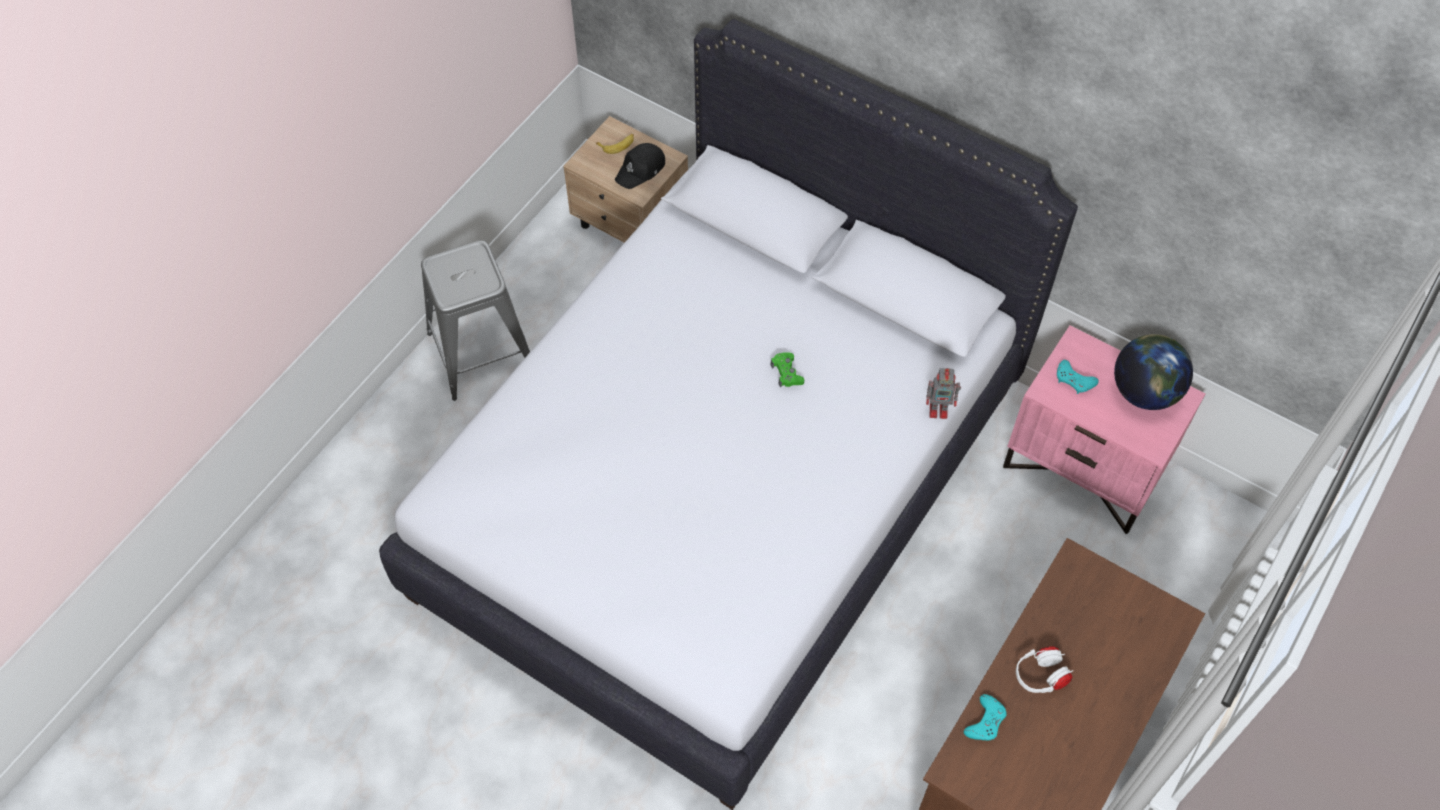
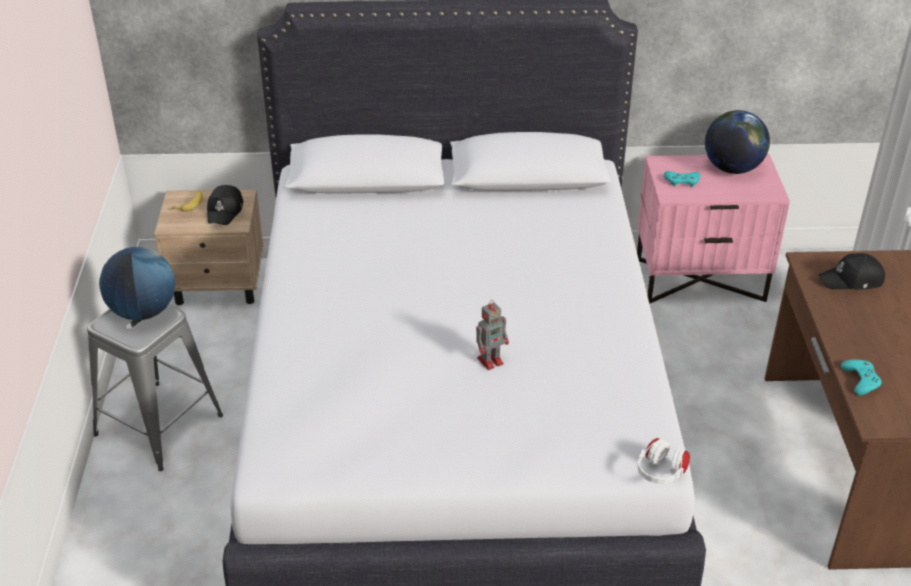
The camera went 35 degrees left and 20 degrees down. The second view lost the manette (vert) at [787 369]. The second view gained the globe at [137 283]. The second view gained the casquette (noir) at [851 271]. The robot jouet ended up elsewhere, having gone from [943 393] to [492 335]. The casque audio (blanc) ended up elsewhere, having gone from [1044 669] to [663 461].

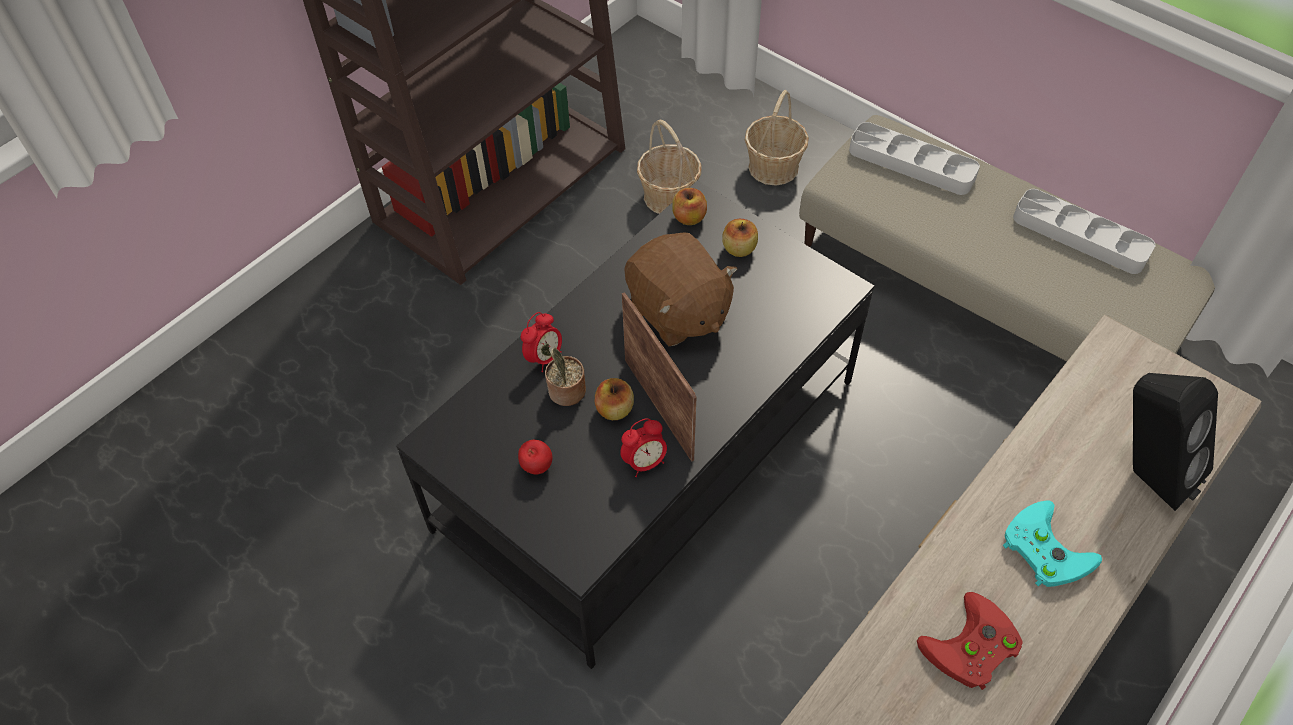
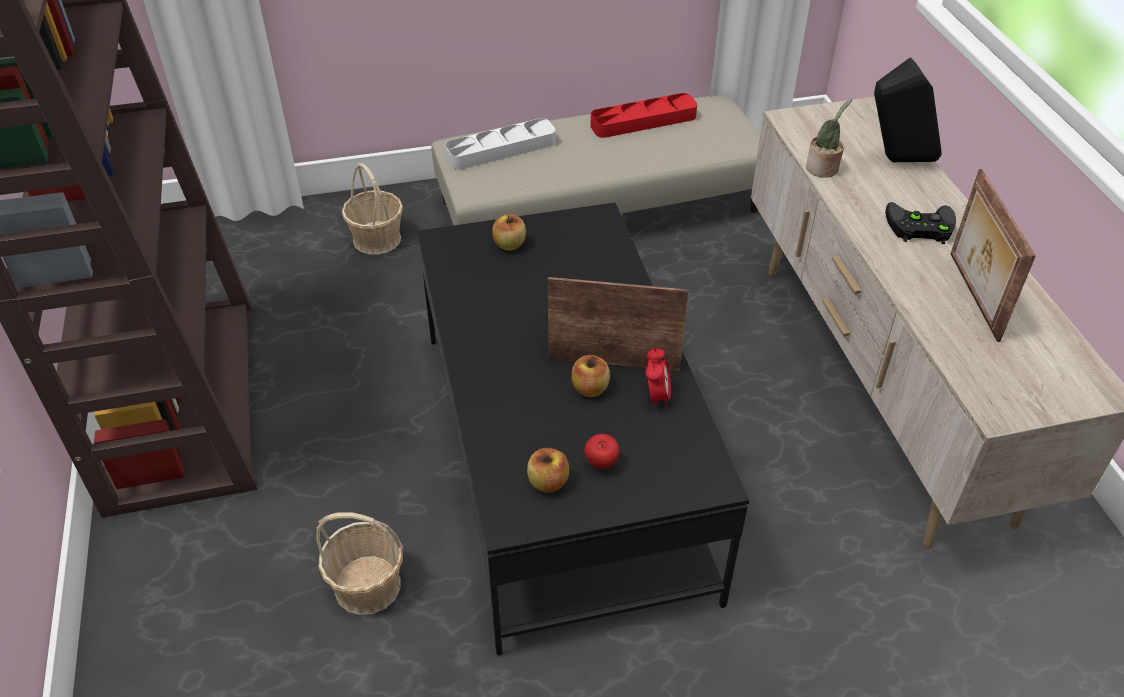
The camera went 55 degrees left and 10 degrees down. The second view lost the réveil at [541 342]. The second view lost the peluche (marron) at [681 289]. The plante en pot ended up elsewhere, having gone from [563 374] to [829 138]. The panier ended up elsewhere, having gone from [669 167] to [359 564]. The pomme ended up elsewhere, having gone from [689 206] to [548 470]. Where the manette (rouge) stood at [970 641], the cadre photo came to stand at [993 255]. What was the manette (turquoise) at [1052 543] turned into the manette (noir) at [920 223]. What was the plateau (gris) at [1084 231] turned into the plateau (rouge) at [644 115].

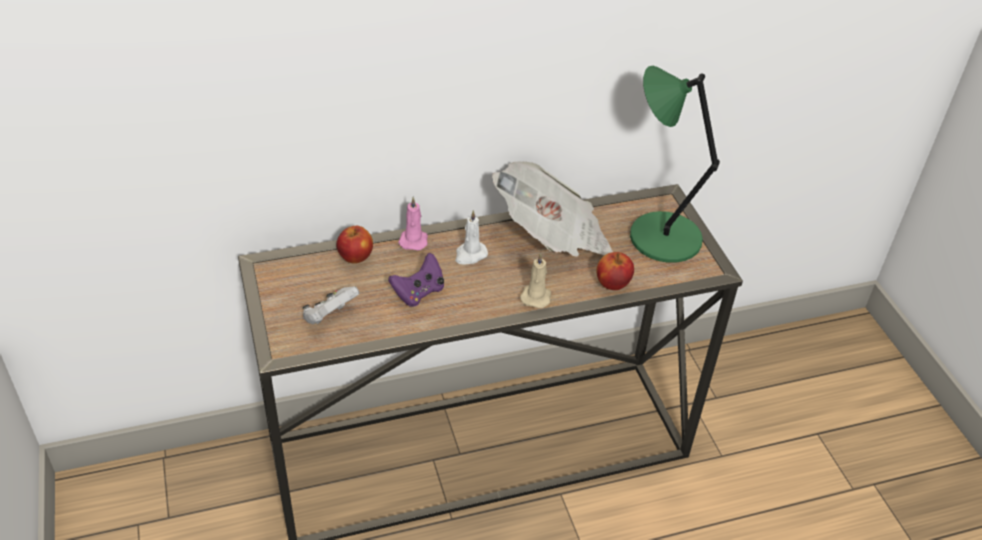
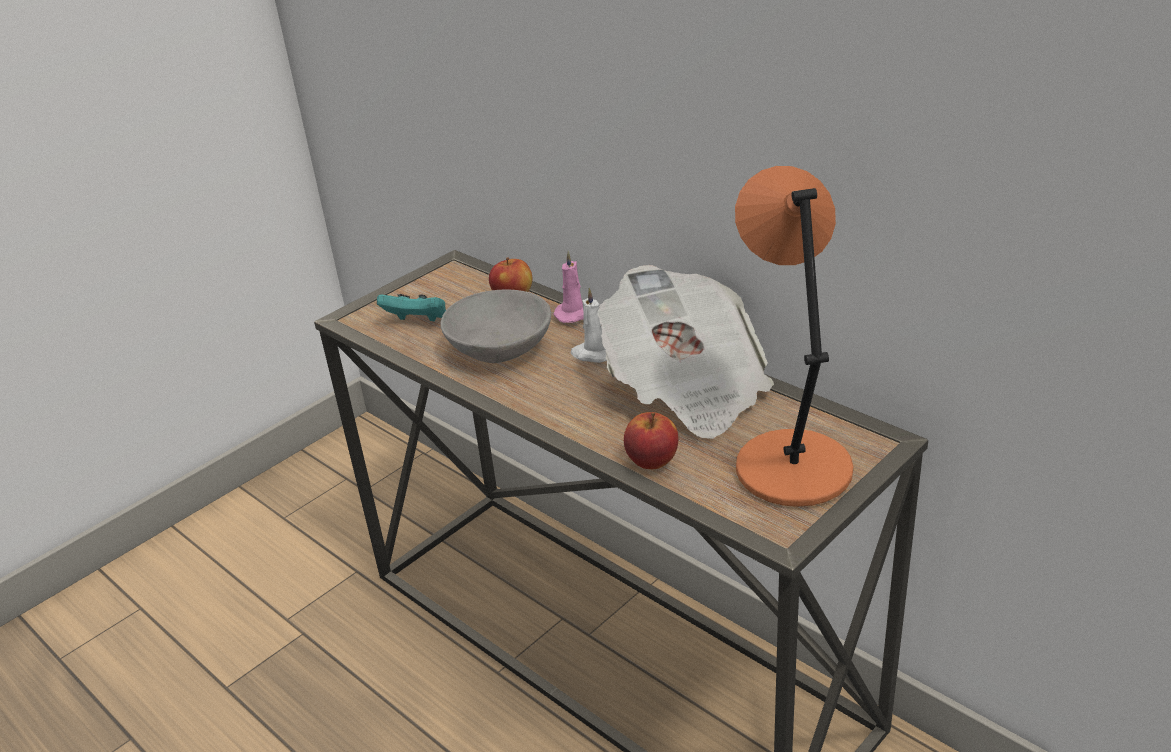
The camera went 65 degrees right and 10 degrees down. The second view lost the bougie (beige) at [535 280]. Where the manette (violet) stood at [416 280], the bol (gris) came to stand at [495 326]. What was the manette (blanc) at [331 305] turned into the manette (turquoise) at [411 307]. What was the lampe de table (vert) at [675 164] turned into the lampe de table (orange) at [794 336].

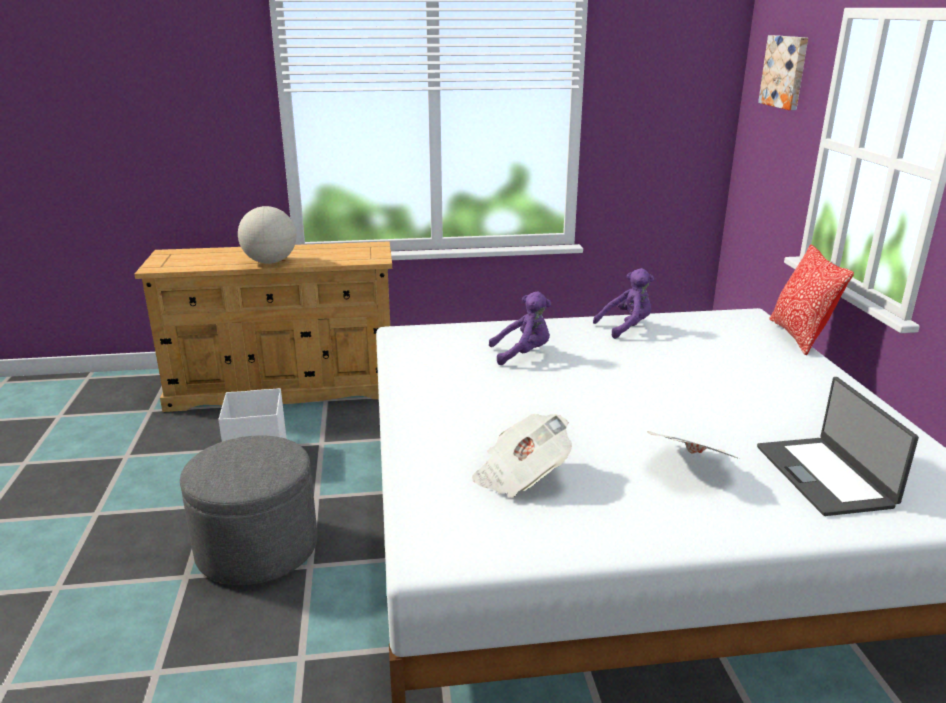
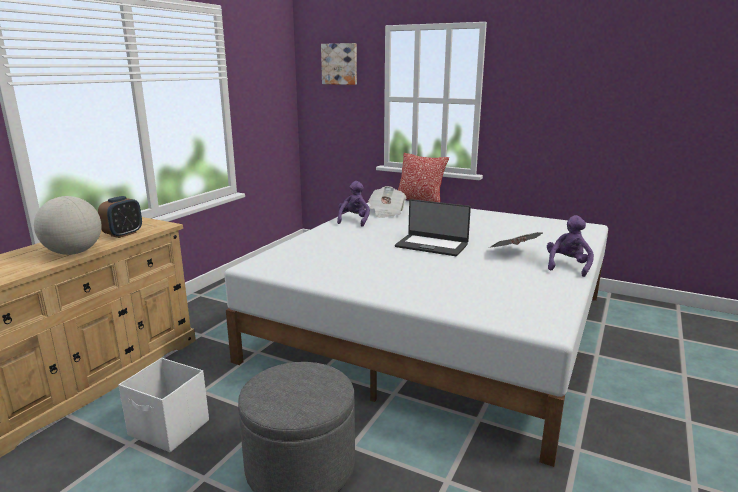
The camera went 55 degrees left and 5 degrees down. The second view gained the réveil at [120 217]. The journal ended up elsewhere, having gone from [522 456] to [387 202]. The peluche (violet) ended up elsewhere, having gone from [520 328] to [570 246]. The ordinateur portable ended up elsewhere, having gone from [838 446] to [433 227].

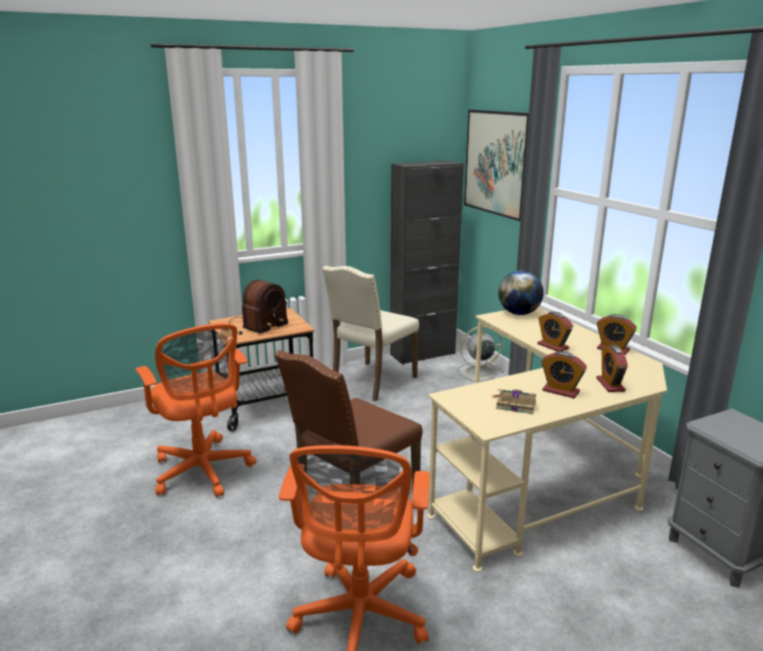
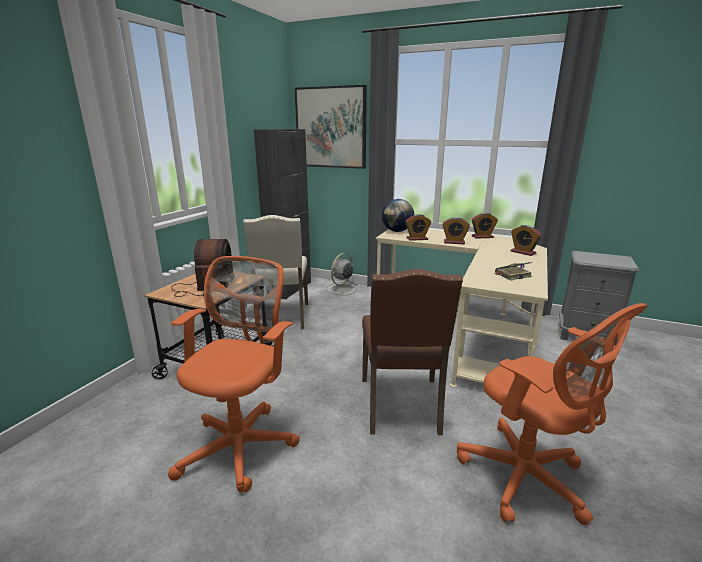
The camera went 40 degrees left and 0 degrees up. The réveil ended up elsewhere, having gone from [564 374] to [418 227]. The chaise de bureau (orange) at [196 410] ended up facing another way, 90 degrees counterclockwise from before.

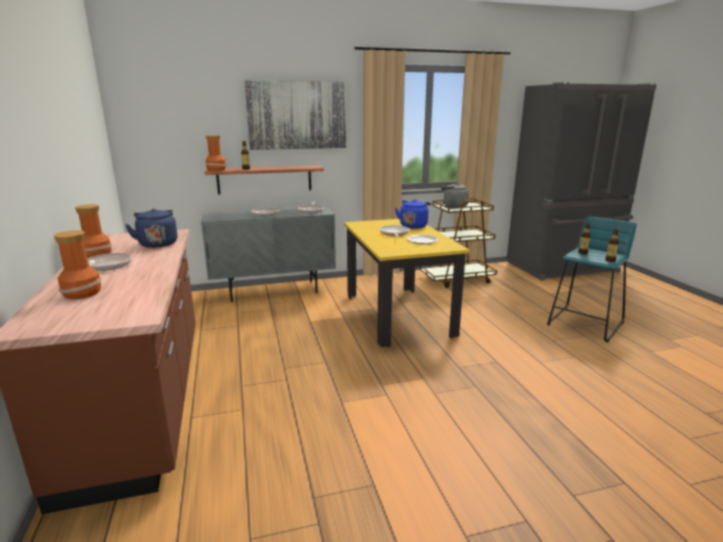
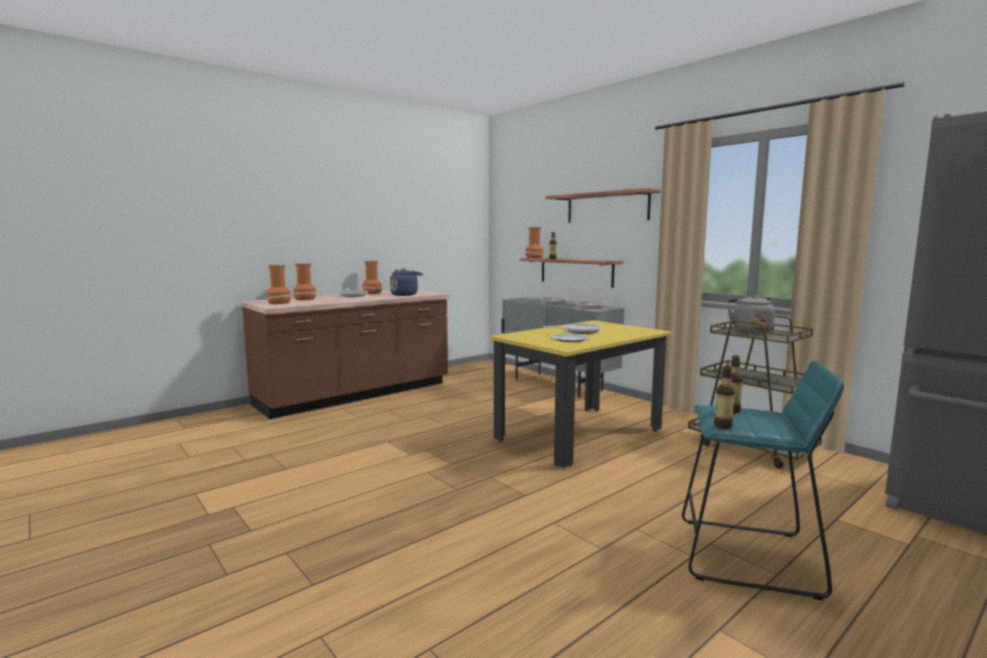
The camera went 65 degrees right and 10 degrees down. The second view lost the bouilloire (bleu) at [413 214]. The second view gained the vase at [278 284]. Where the tableau hung at [295 115], the étagère came to hang at [603 205].

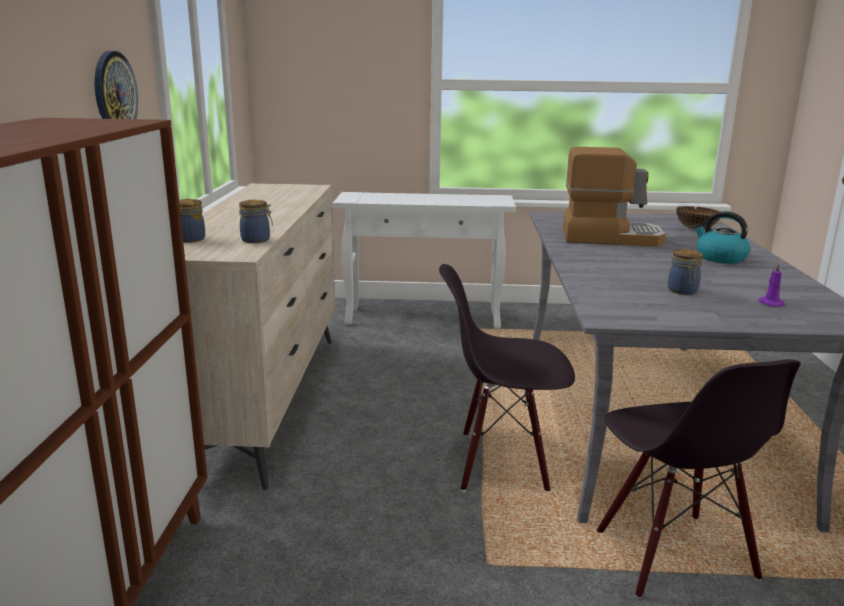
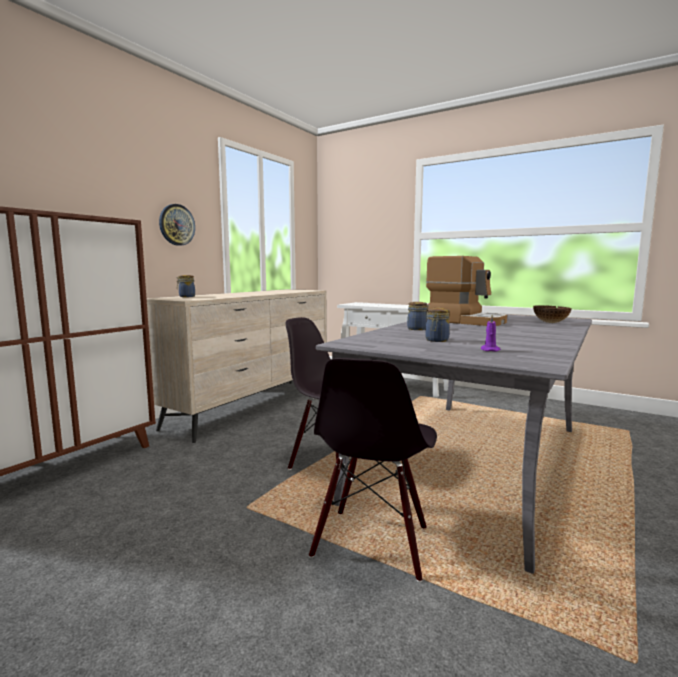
The camera went 30 degrees right and 10 degrees down. The second view lost the bouilloire at [721 237]. The bocal ended up elsewhere, having gone from [256 221] to [418 316].

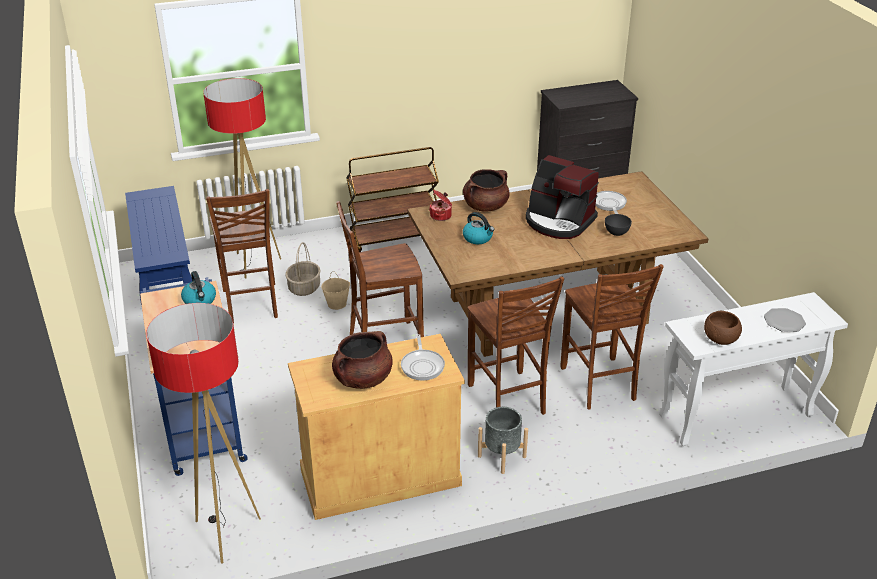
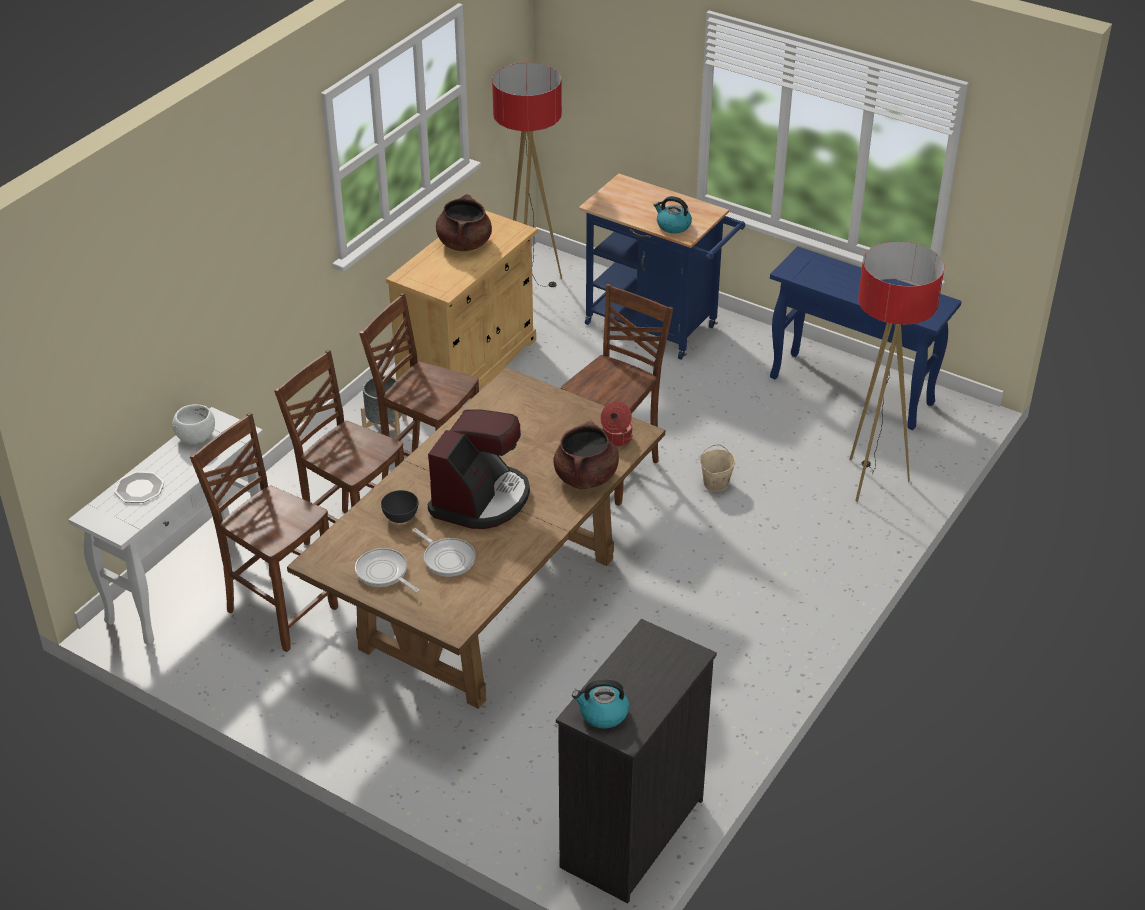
The camera went 140 degrees right and 5 degrees up. The second view lost the panier at [303 269]. The second view lost the chariot (marron) at [392 199]. The chaise (marron) ended up elsewhere, having gone from [242 256] to [264 532]. The poêle ended up elsewhere, having gone from [423 357] to [387 570]. The bouilloire ended up elsewhere, having gone from [478 228] to [600 704]. What was the bol (marron) at [723 328] turned into the bol (blanc) at [193 423]. The machine à café at [562 197] ended up facing another way, 120 degrees clockwise from before.

